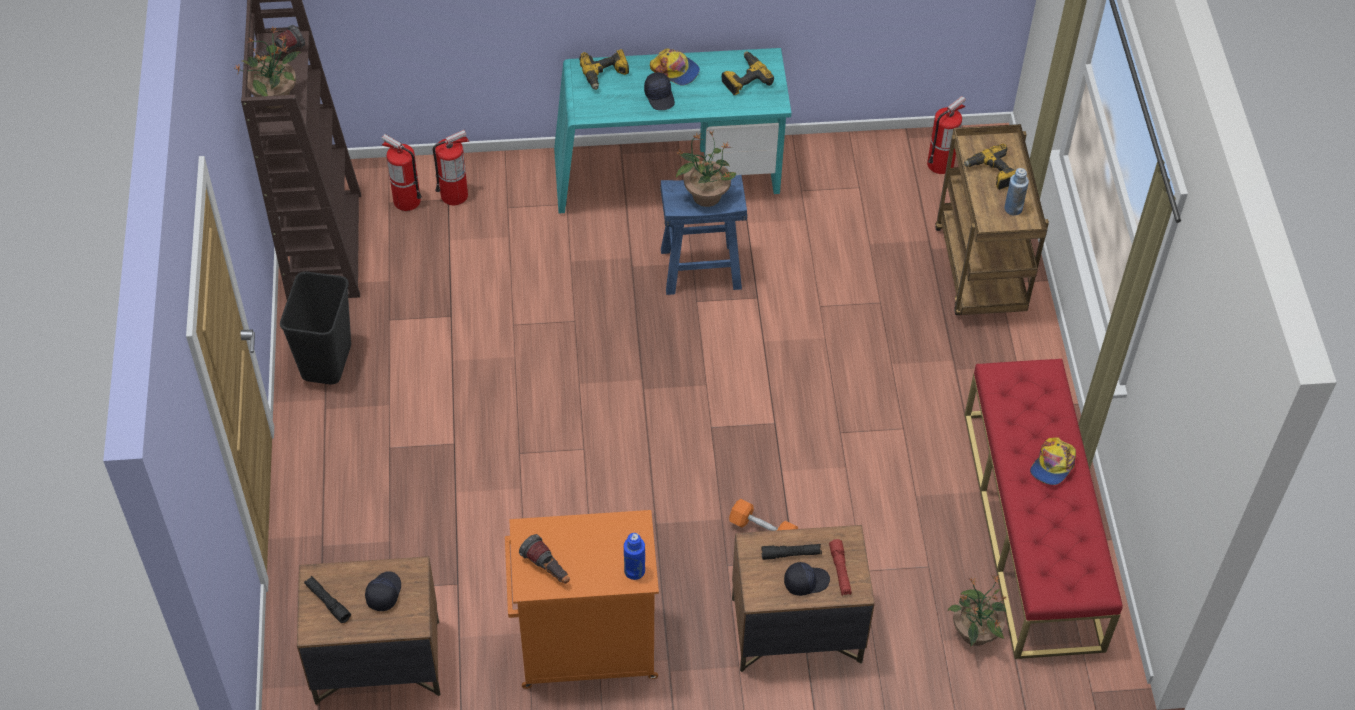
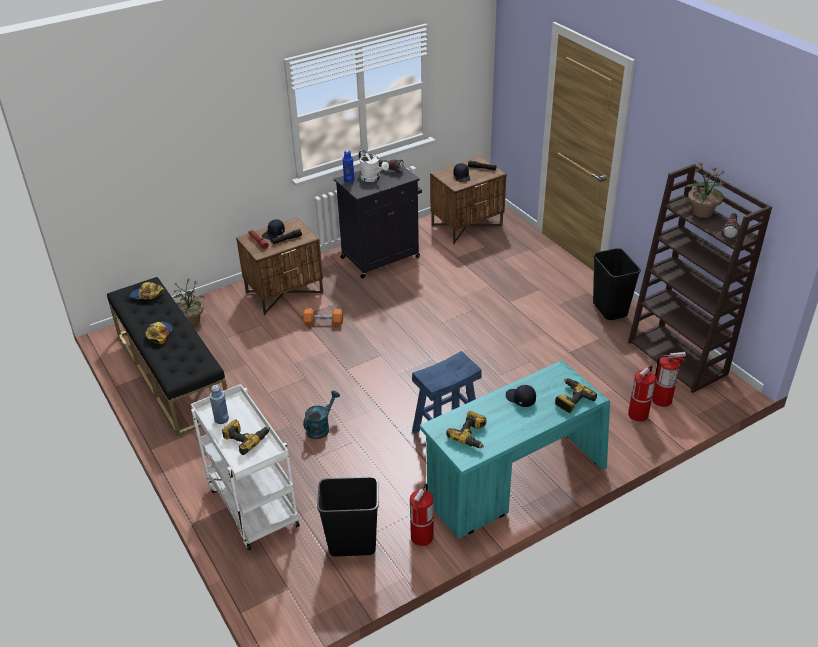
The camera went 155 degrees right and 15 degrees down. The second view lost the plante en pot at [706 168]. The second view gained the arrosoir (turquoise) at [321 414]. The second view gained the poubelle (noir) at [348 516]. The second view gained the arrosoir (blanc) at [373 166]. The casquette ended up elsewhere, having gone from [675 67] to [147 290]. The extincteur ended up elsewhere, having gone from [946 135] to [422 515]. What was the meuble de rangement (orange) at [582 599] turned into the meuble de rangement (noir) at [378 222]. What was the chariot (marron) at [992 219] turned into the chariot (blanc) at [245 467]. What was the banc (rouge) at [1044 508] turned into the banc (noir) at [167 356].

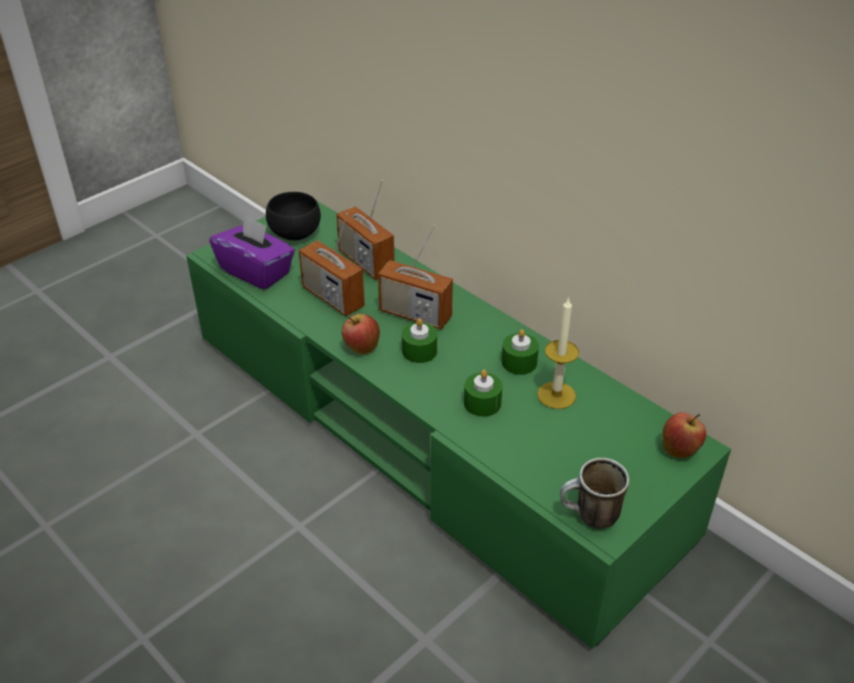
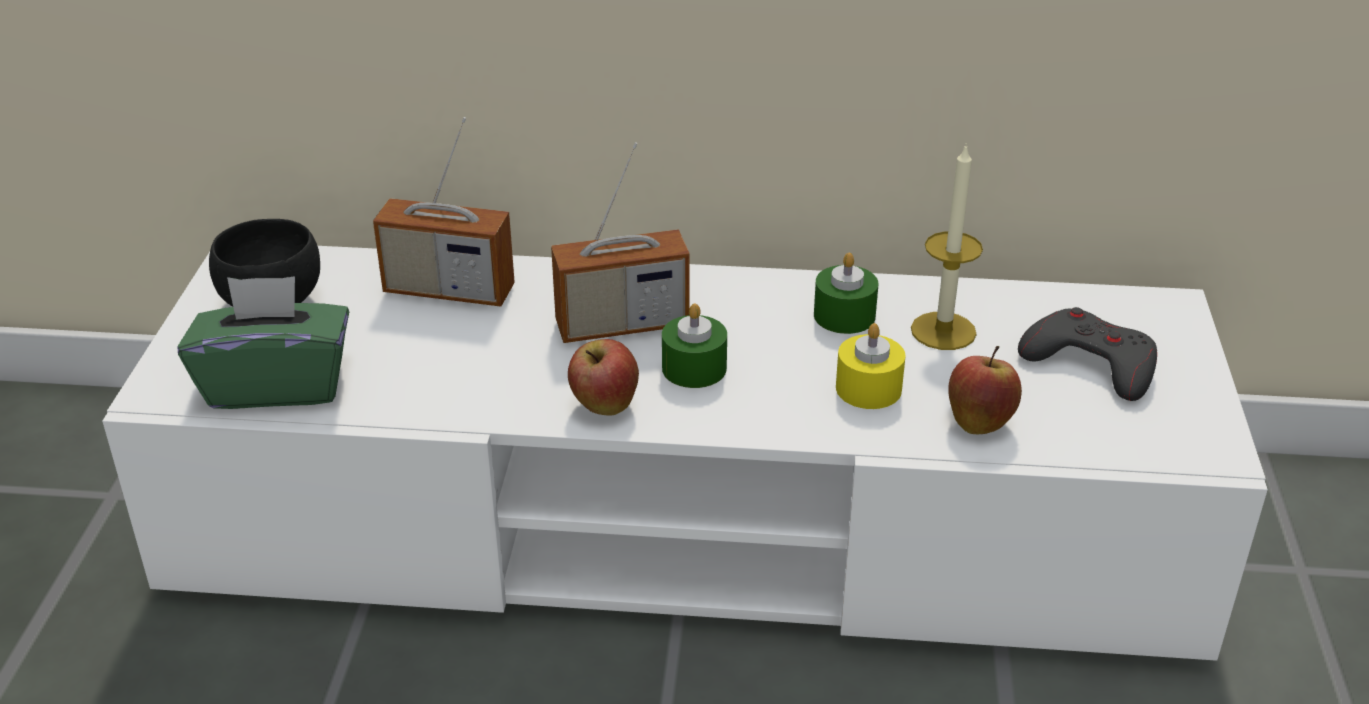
The camera went 40 degrees left and 5 degrees down. The second view lost the radio at [332 264]. The second view lost the mug at [594 493]. The second view gained the manette (gris) at [1087 354]. The pomme ended up elsewhere, having gone from [684 435] to [985 390]. What was the meuble télé (vert) at [458 424] turned into the meuble télé (blanc) at [685 453]. What was the boîte à mouchoirs (violet) at [252 252] turned into the boîte à mouchoirs (vert) at [263 342]. What was the bougie (vert) at [483 393] turned into the bougie (jaune) at [871 366].

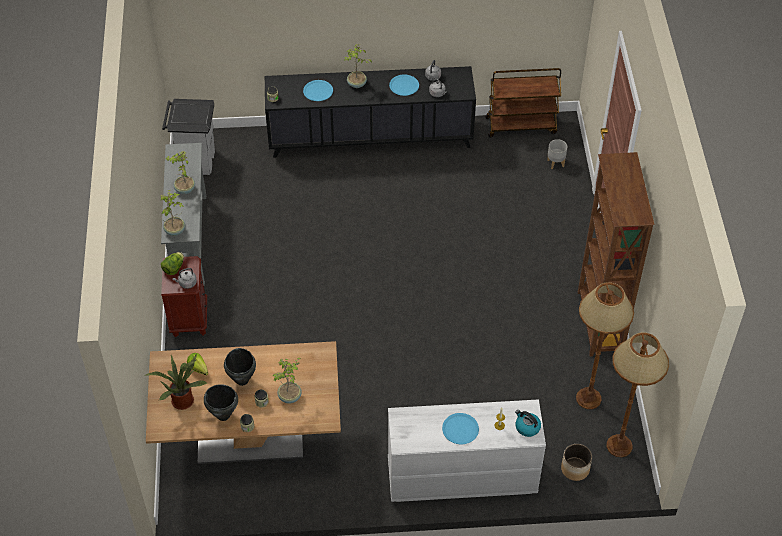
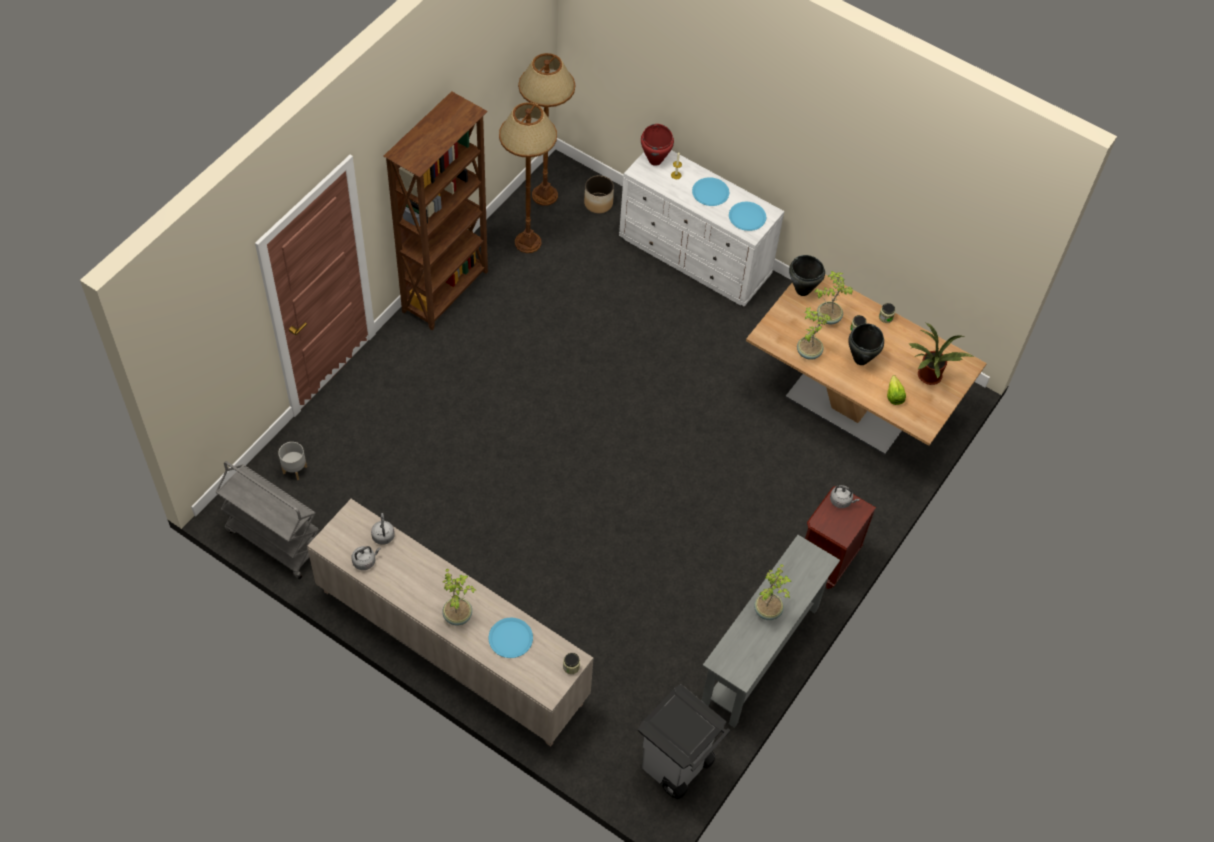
The camera went 145 degrees left and 5 degrees up. The second view lost the laitue at [172 263]. The plante en pot ended up elsewhere, having gone from [173 213] to [814 333]. The marmite (noir) ended up elsewhere, having gone from [221 402] to [807 275]. The assiette (bleu) ended up elsewhere, having gone from [404 85] to [747 216]. Where the bouilloire stood at [528 423], the marmite (rouge) came to stand at [657 145]. What was the meuble de rangement (noir) at [370 112] turned into the meuble de rangement (beige) at [450 623]. What was the chariot (marron) at [523 102] turned into the chariot (gris) at [267 520].

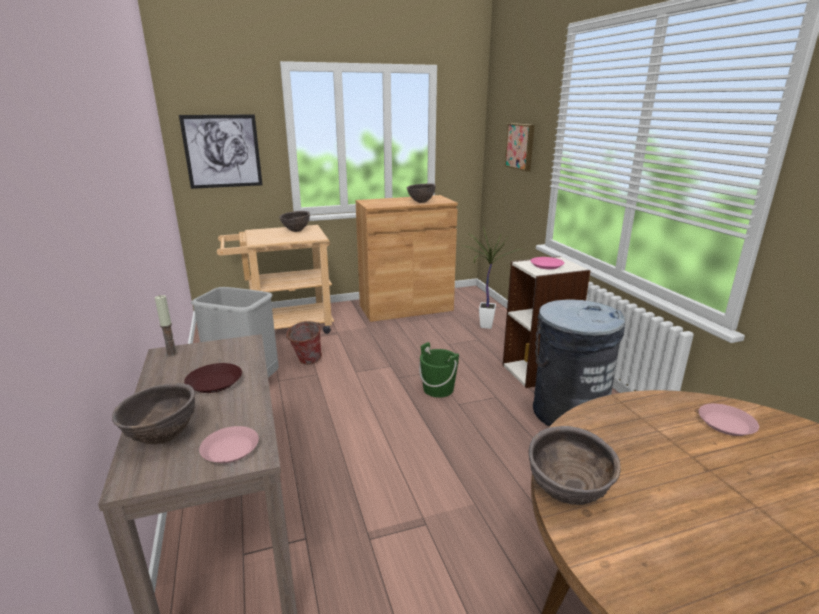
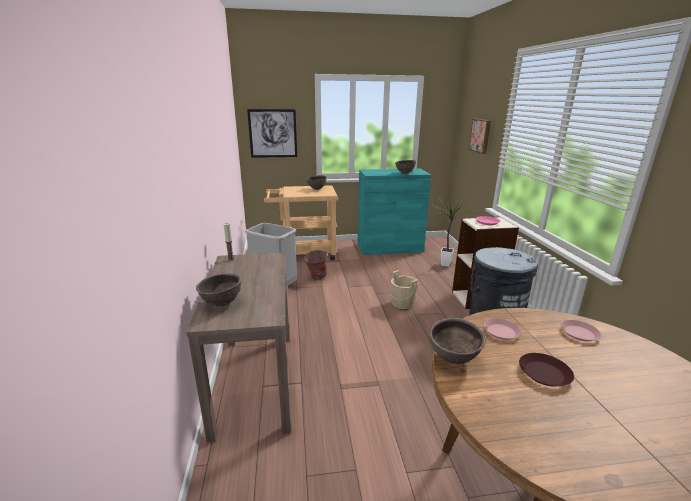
The camera went 10 degrees right and 0 degrees up. The assiette (marron) ended up elsewhere, having gone from [213 378] to [546 369]. The assiette (rose) ended up elsewhere, having gone from [229 444] to [502 329]. What was the meuble de rangement (marron) at [406 258] turned into the meuble de rangement (turquoise) at [394 212]. What was the seau (vert) at [439 370] turned into the seau (beige) at [404 289].

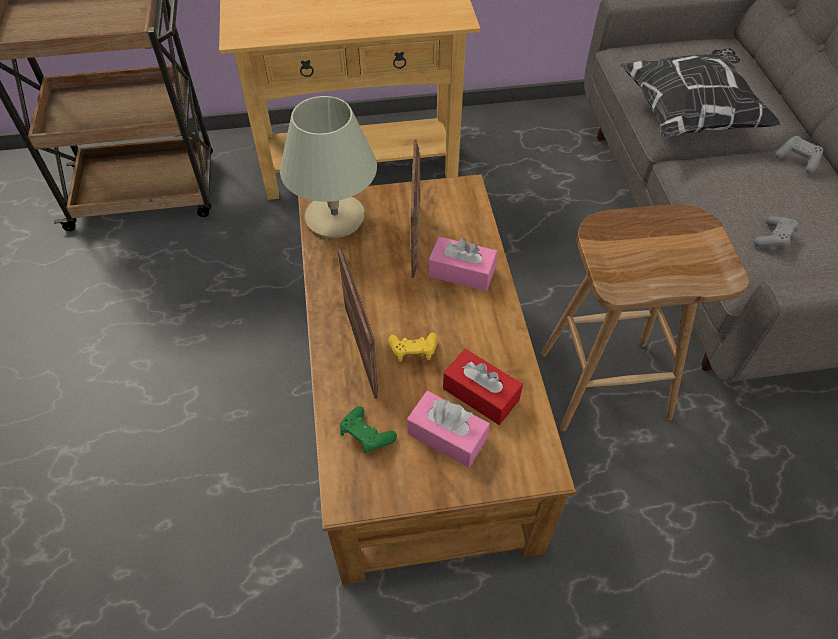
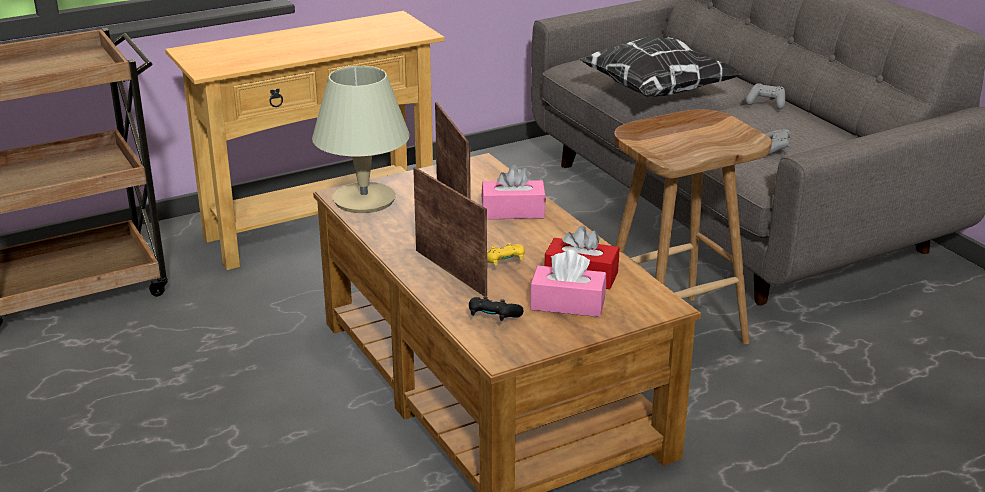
The camera went 20 degrees left and 25 degrees down. What was the manette (vert) at [368 430] turned into the manette (noir) at [496 308].

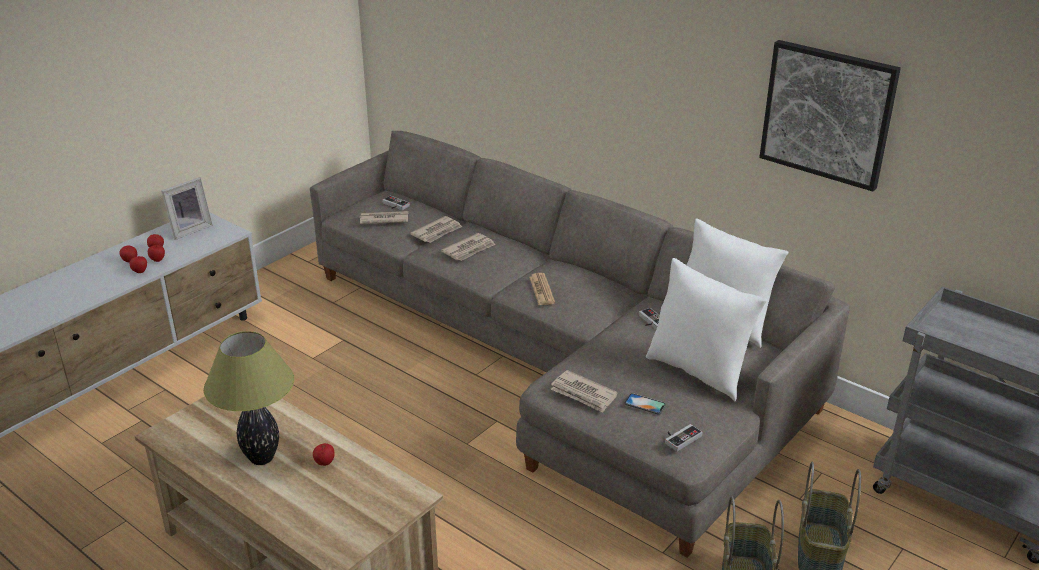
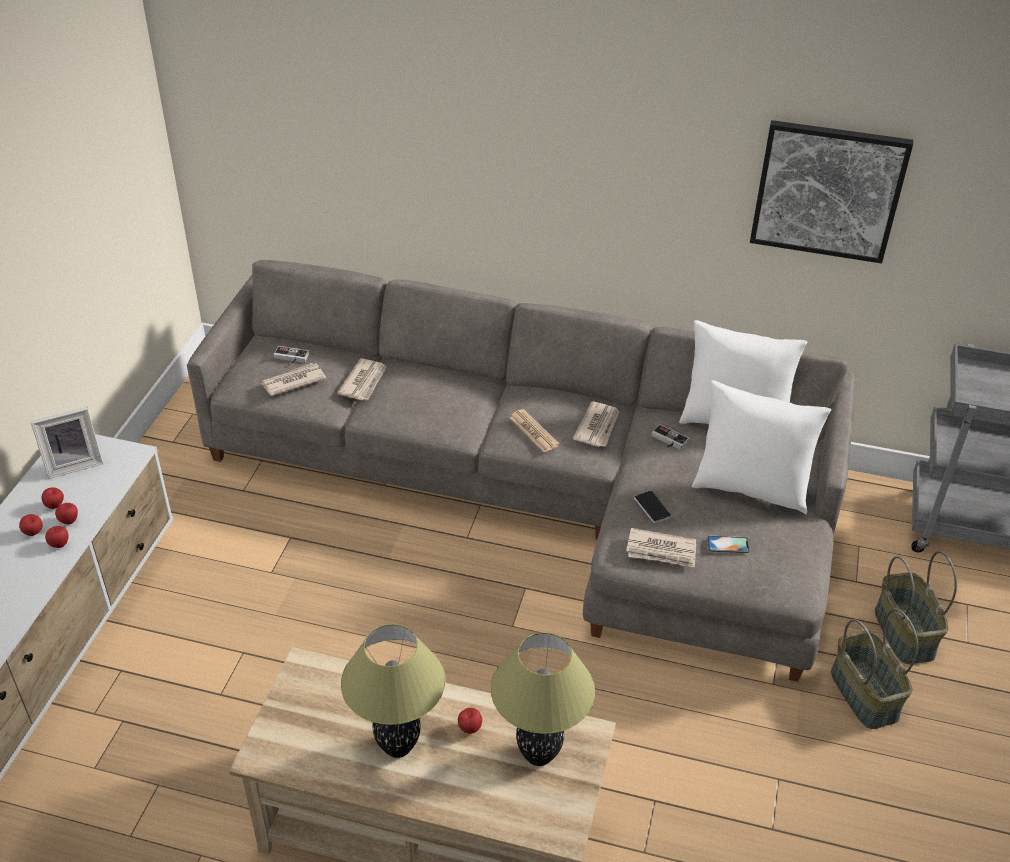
The camera went 25 degrees left and 10 degrees up. The second view lost the manette at [684 437]. The second view gained the lampe de table at [543 699]. The second view gained the téléphone at [652 506]. The journal ended up elsewhere, having gone from [468 247] to [596 424]. The cadre photo at [187 208] ended up facing another way, 45 degrees clockwise from before.

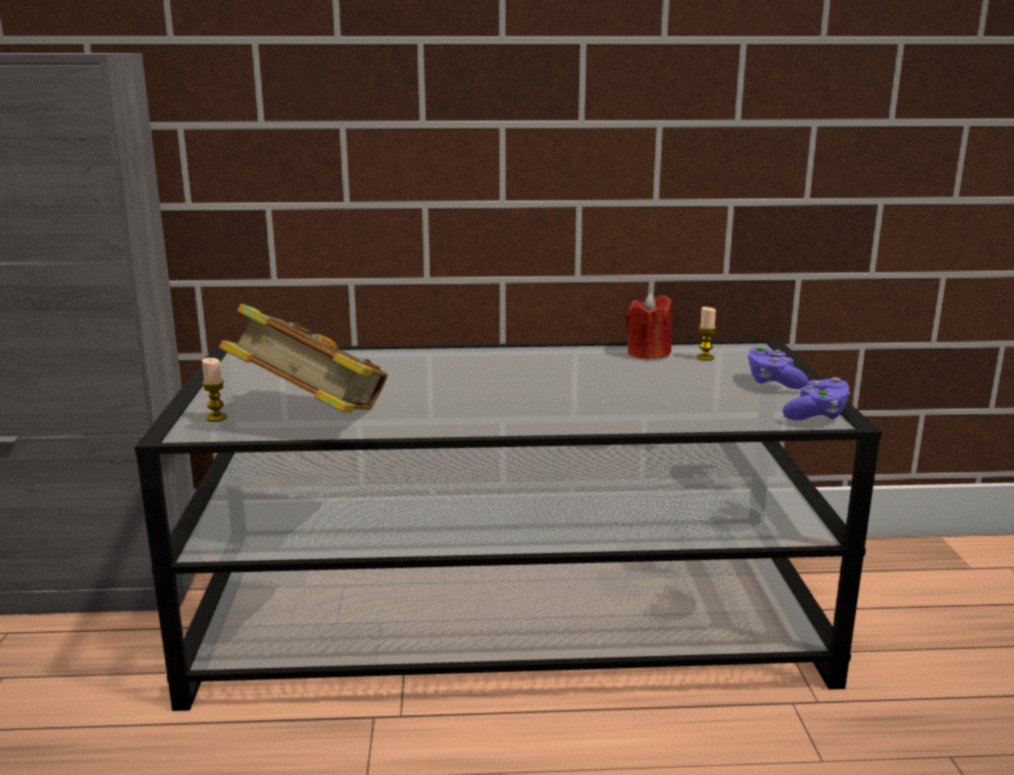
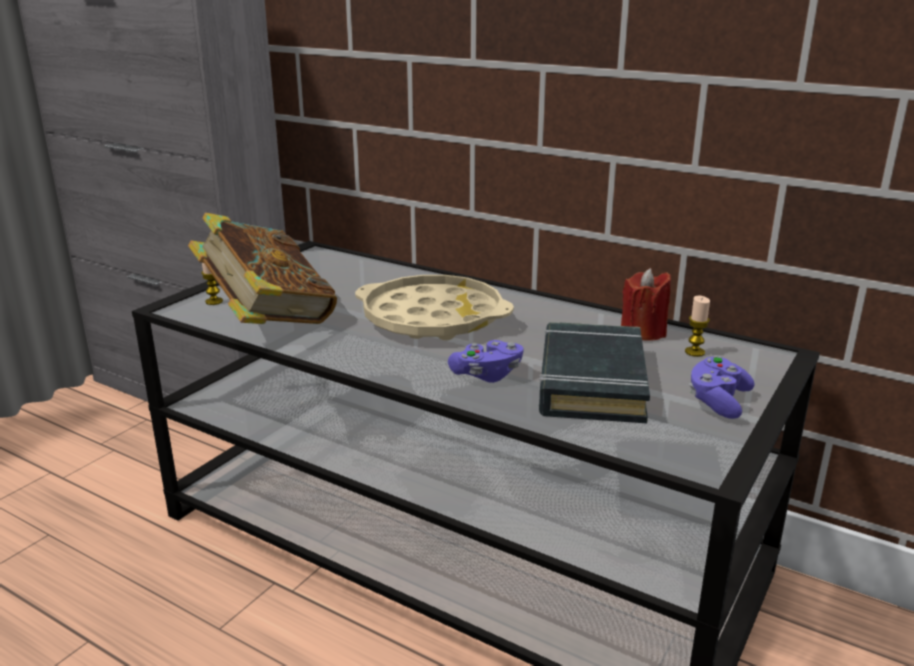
The camera went 35 degrees right and 5 degrees up. The second view gained the plateau (beige) at [434 307]. The second view gained the livre (noir) at [594 372]. The manette (violet) ended up elsewhere, having gone from [816 398] to [486 361].

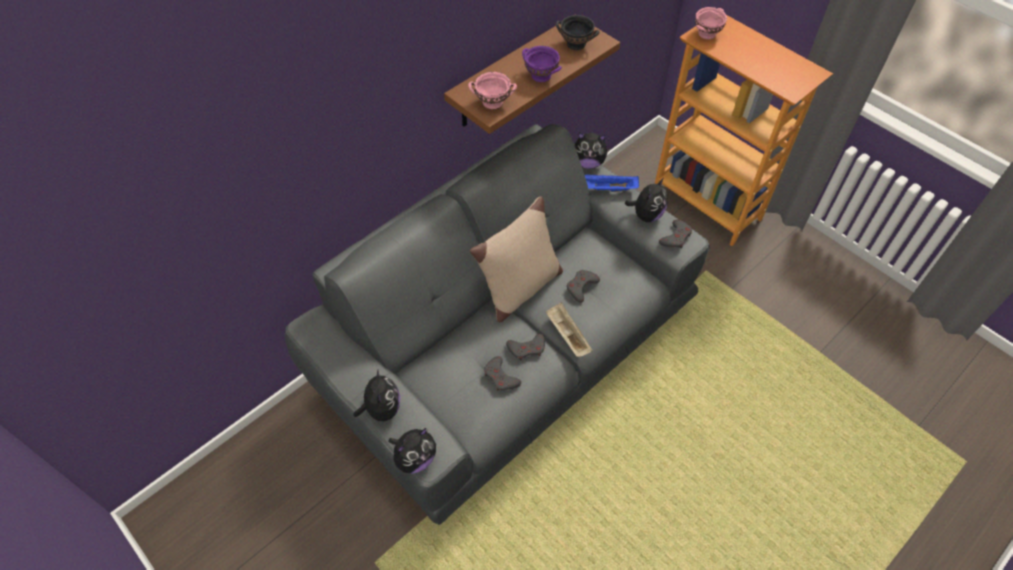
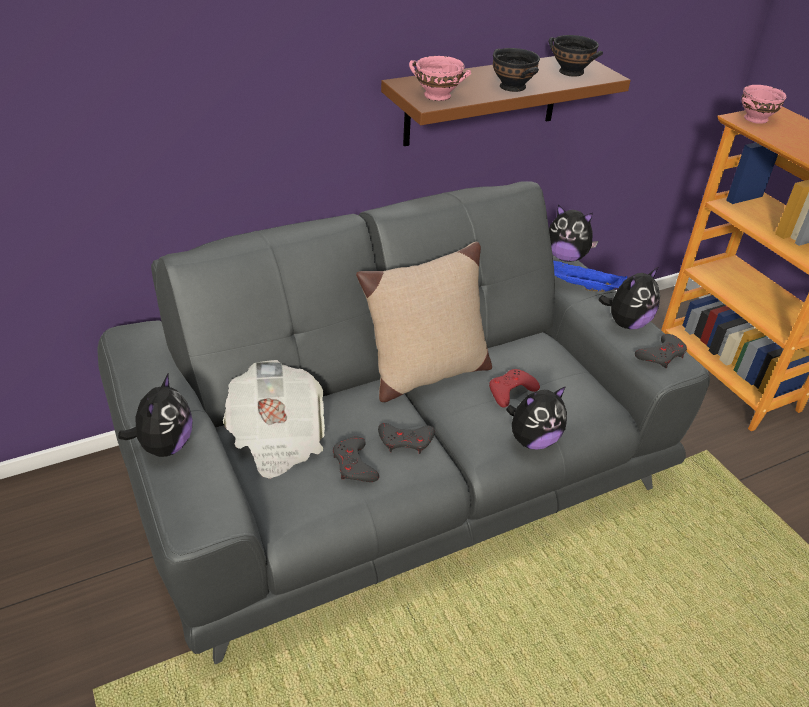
The camera went 15 degrees right and 15 degrees down. The second view lost the plateau (beige) at [569 329]. The second view gained the journal at [274 419]. The peluche ended up elsewhere, having gone from [412 451] to [536 418]. What was the bol (violet) at [542 64] turned into the bol (noir) at [516 70]. What was the manette (gris) at [583 286] turned into the manette (rouge) at [514 388].

